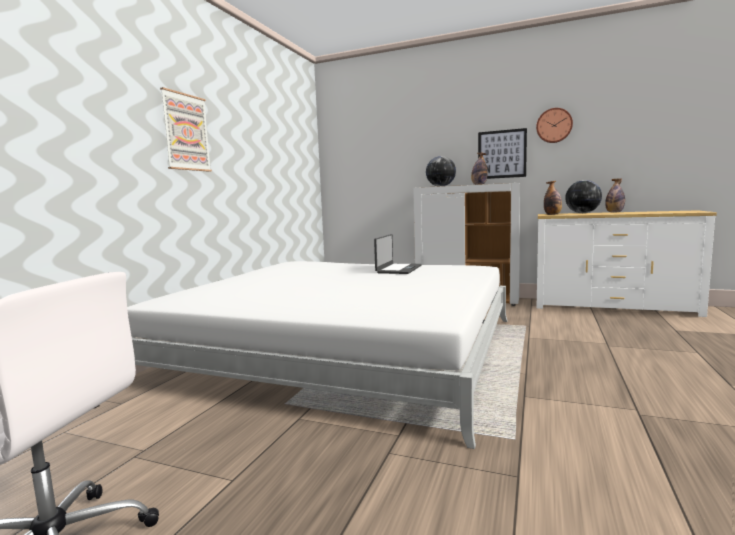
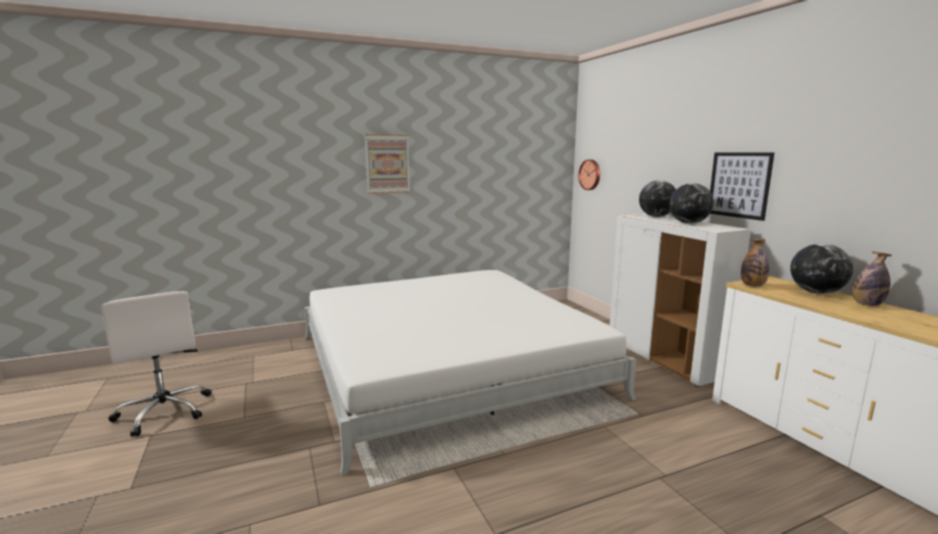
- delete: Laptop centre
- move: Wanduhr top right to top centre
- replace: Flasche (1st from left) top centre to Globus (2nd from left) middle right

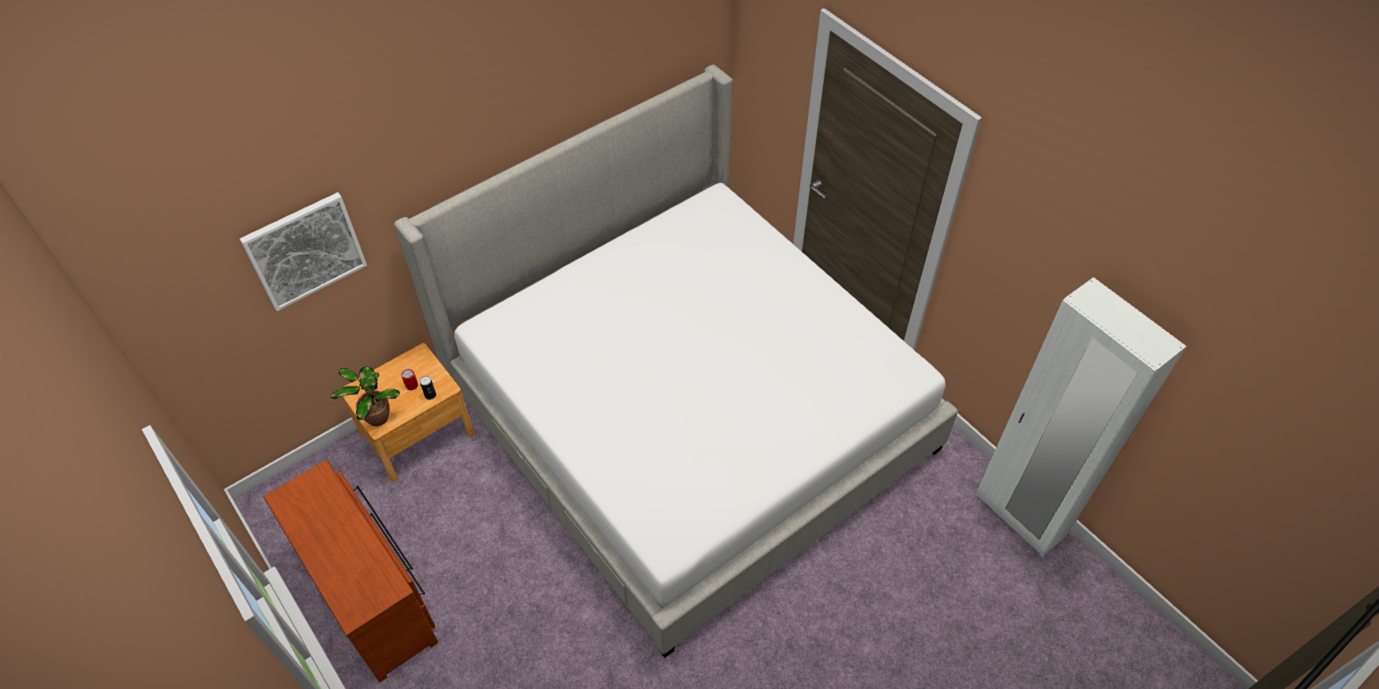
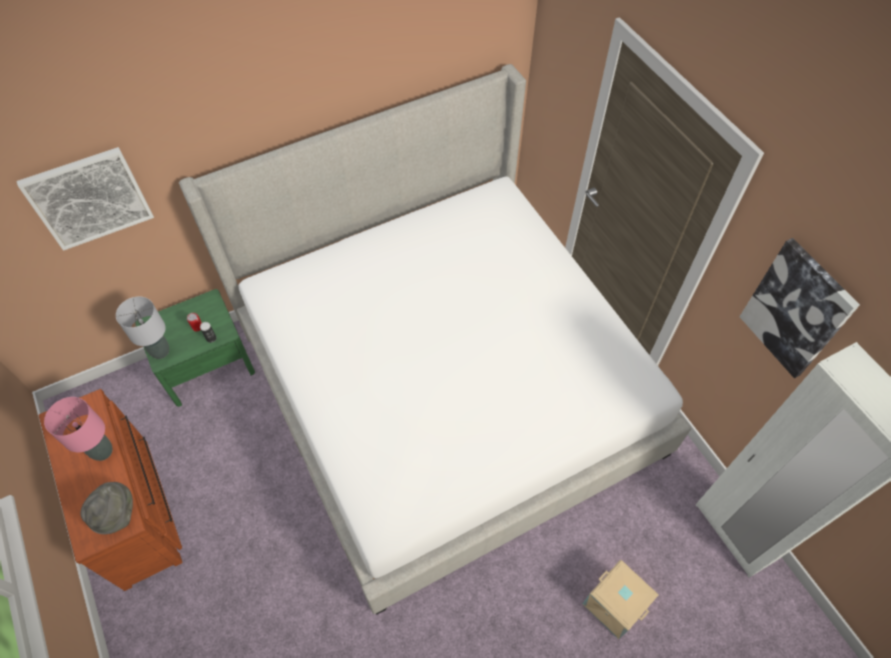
- insert: Tischlampe/rosa middle left
- insert: Hut/grau bottom left
- insert: Aufbewahrungsbox/beige bottom right
- insert: Bild (2nd from left) middle right
- replace: Topfpflanze middle left to Tischlampe/grau middle left
- recolor: Nachttisch/braun middle left to Nachttisch/grün middle left

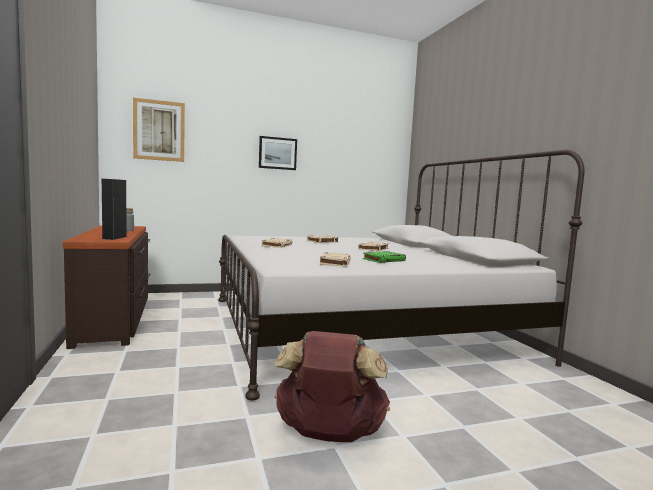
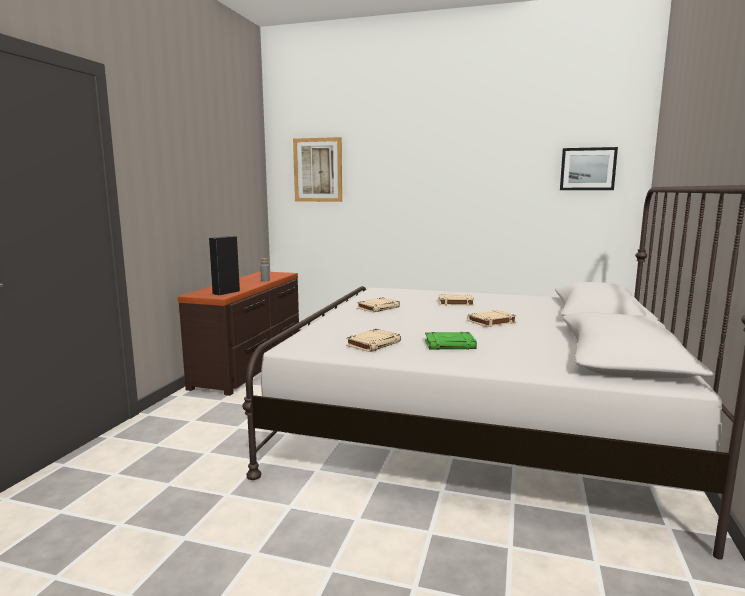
- delete: Rucksack/braun bottom centre
- move: Bild (2nd from left) top centre to top right

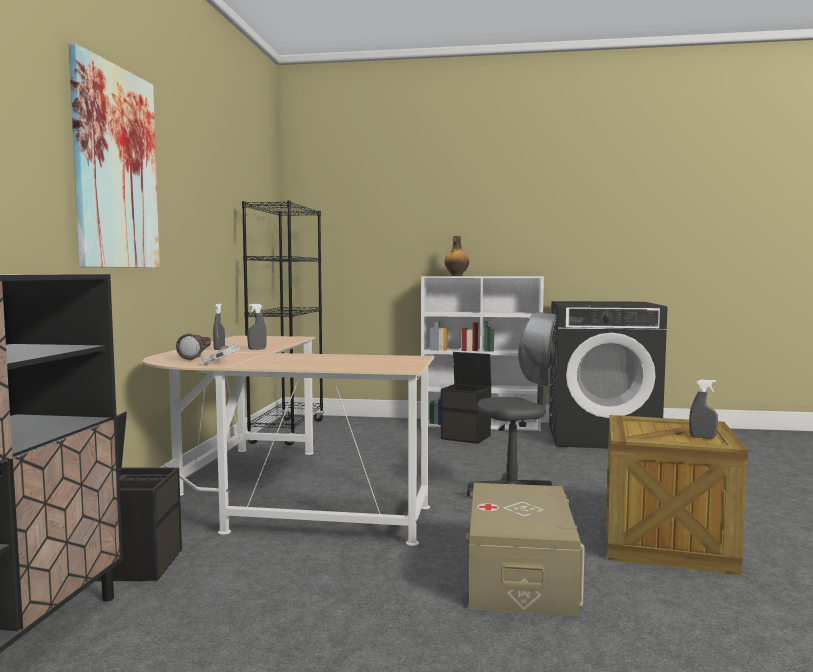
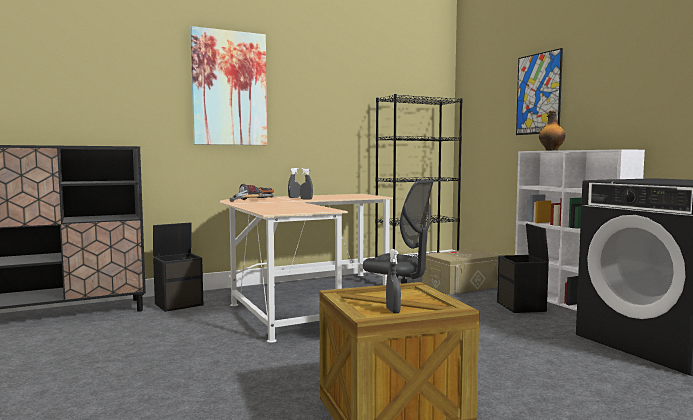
- insert: Bild (2nd from left) top right
- move: Aufbewahrungsbox/beige bottom centre to centre

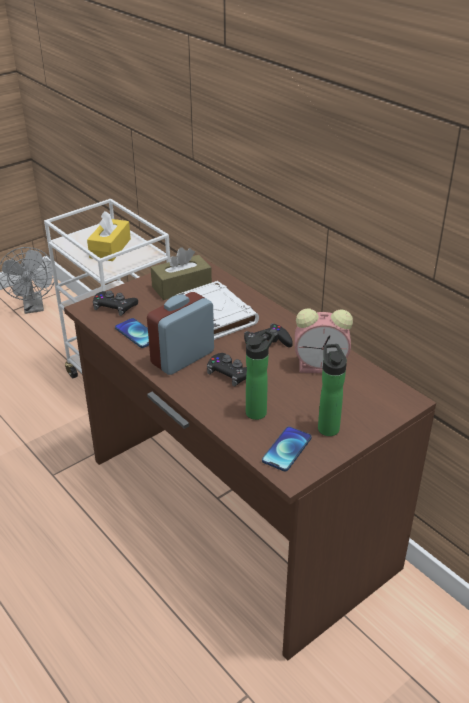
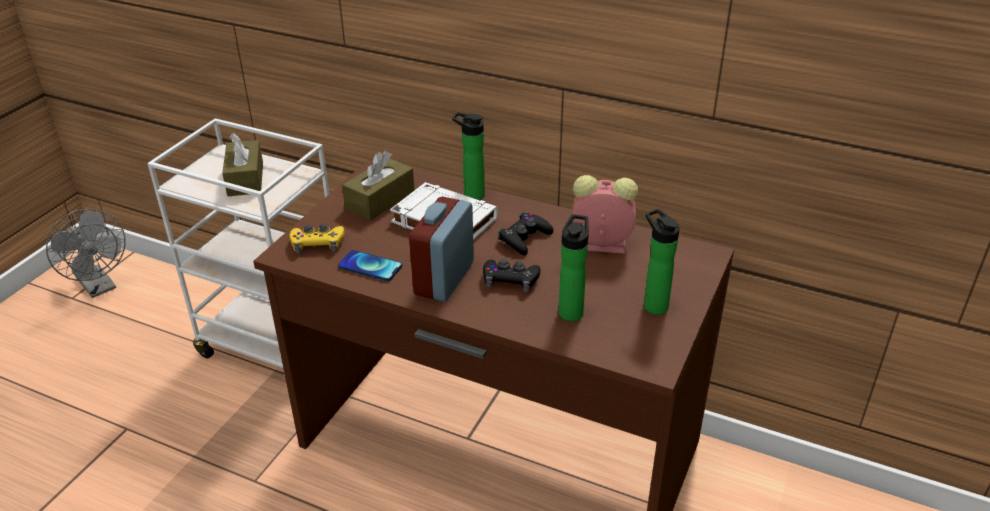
- delete: Handy (2nd from left) centre
- insert: Flasche (1st from left) top centre
- recolor: Taschentuchbox/gelb middle left to Taschentuchbox/braun (1st from left) top left
- recolor: Gamepad/schwarz (1st from left) middle left to Gamepad/gelb middle left
- rotate: Wecker (2nd from left) middle right = centre 150 degrees counterclockwise

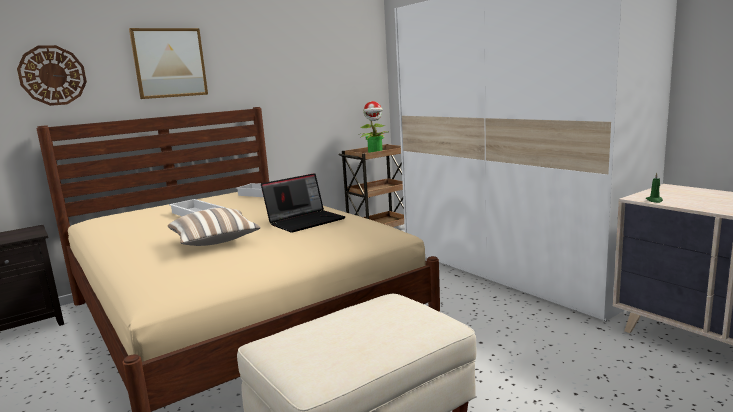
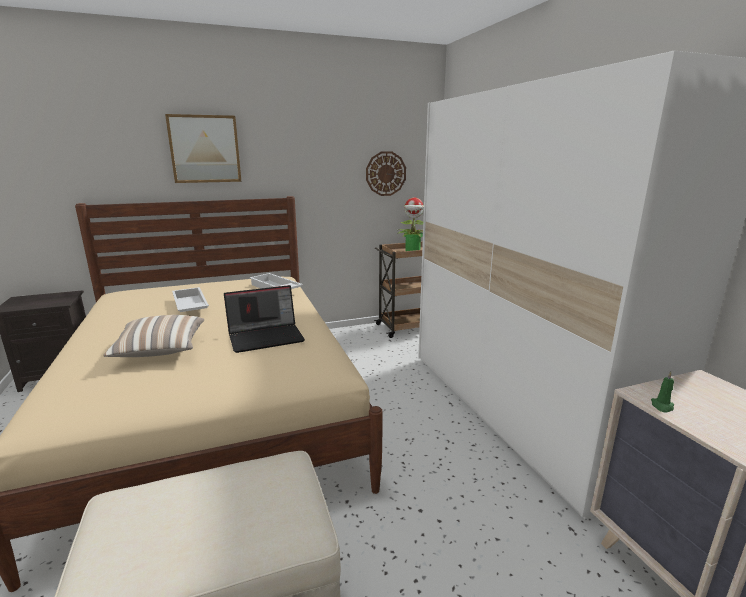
- move: Wanduhr top left to top centre

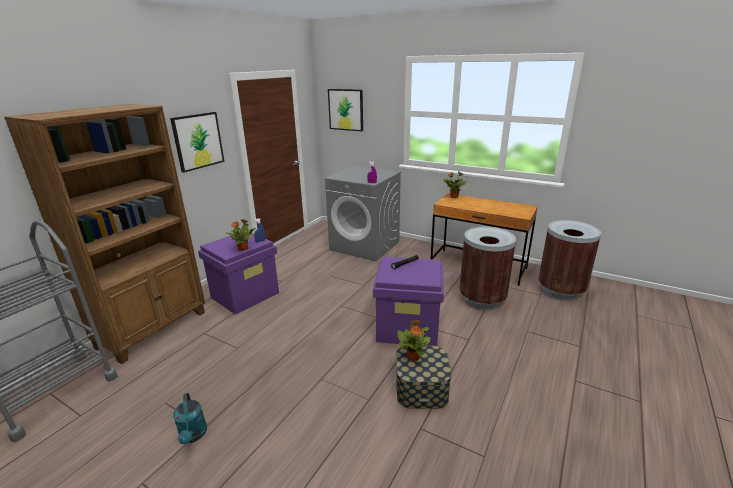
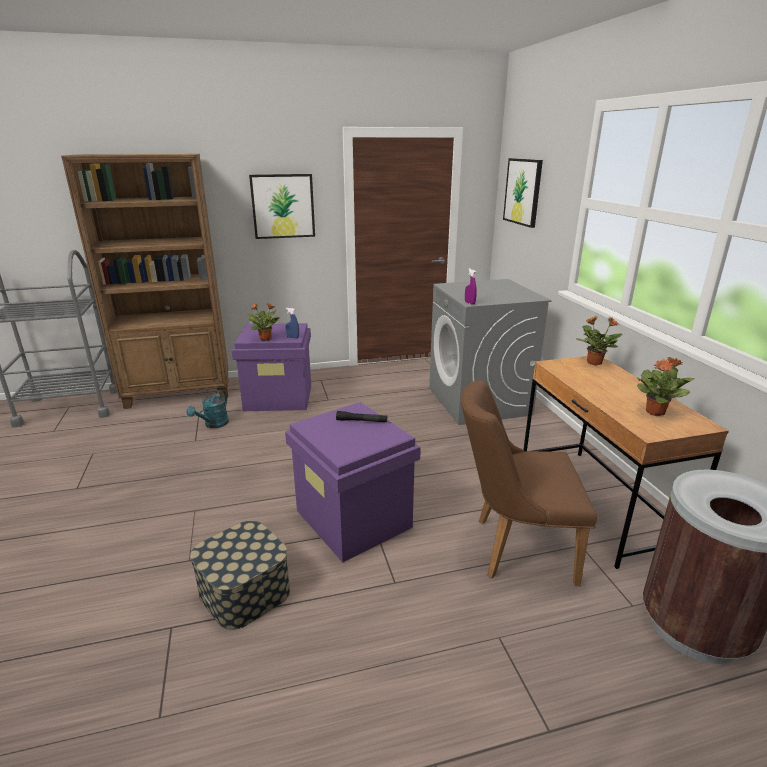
- move: Gießkanne/türkis bottom left to middle left
- move: Topfpflanze (2nd from left in the first image) bottom centre to Topfpflanze (3rd from left) middle right
- replace: Mülleimer/braun (1st from left) centre to Stuhl/braun middle right

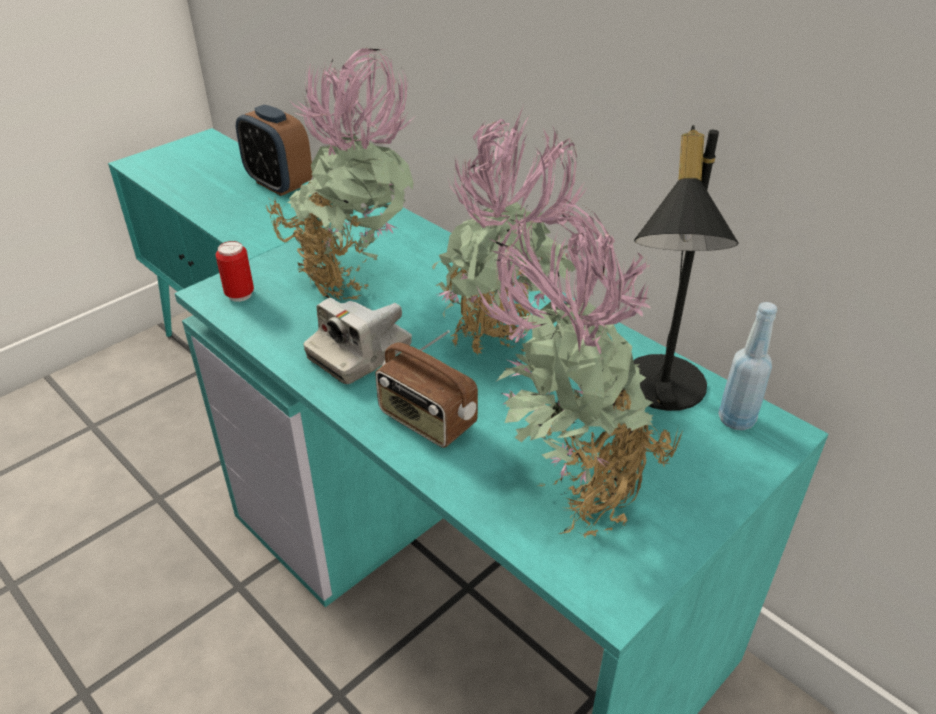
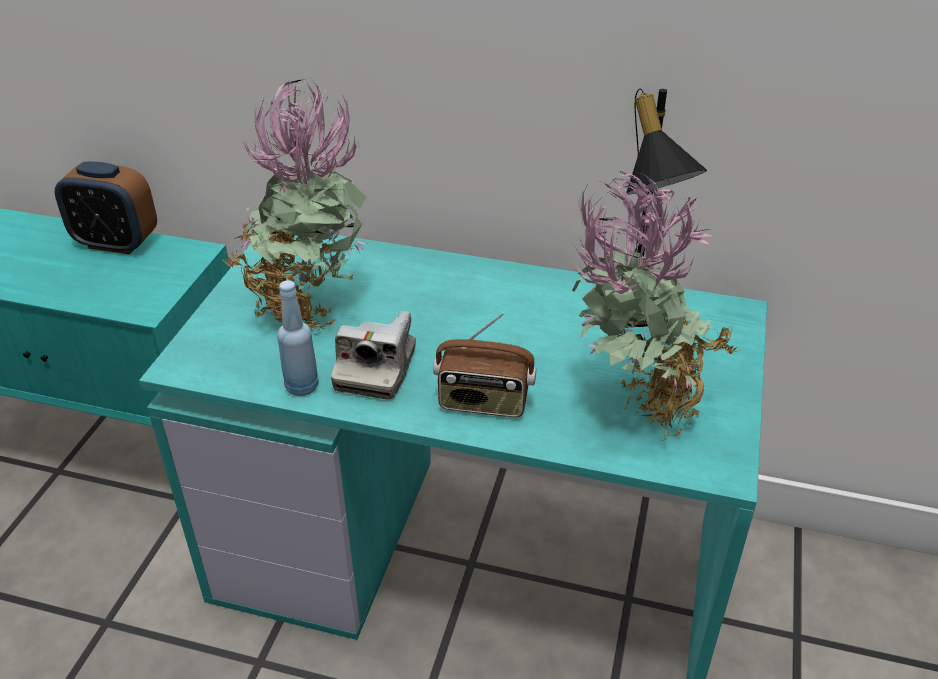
- delete: Dose middle left
- delete: Topfpflanze (2nd from left) top centre
- move: Flasche/blau middle right to middle left

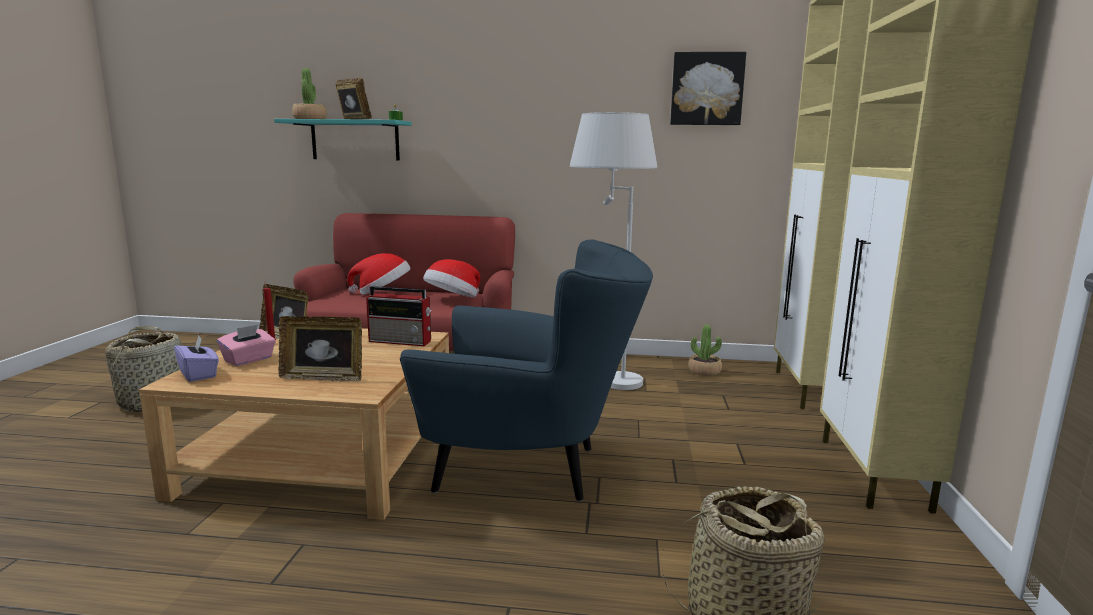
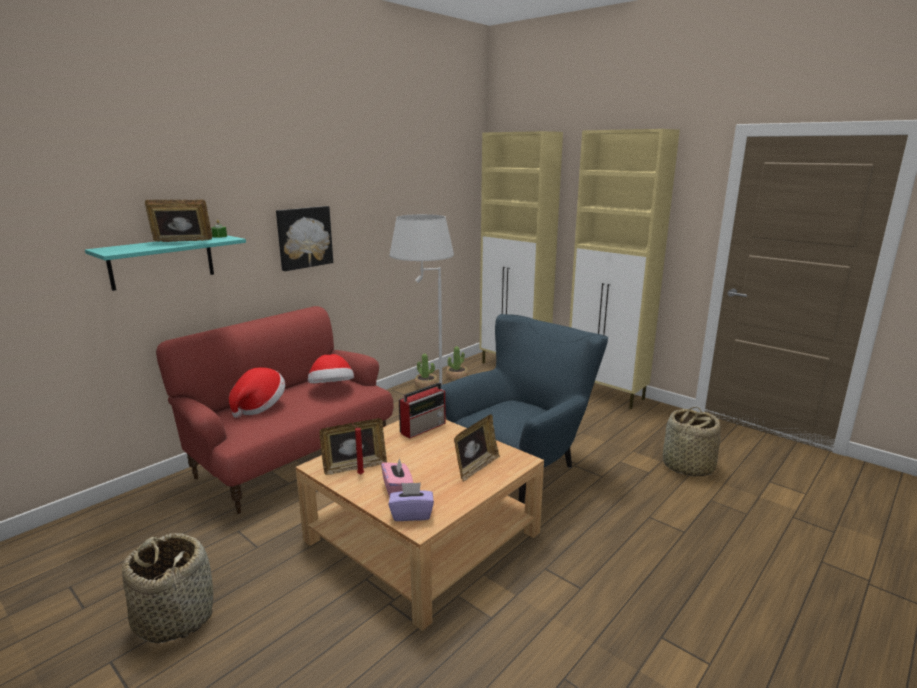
- move: Topfpflanze (1st from left) top left to centre
- move: Bild top centre to middle left

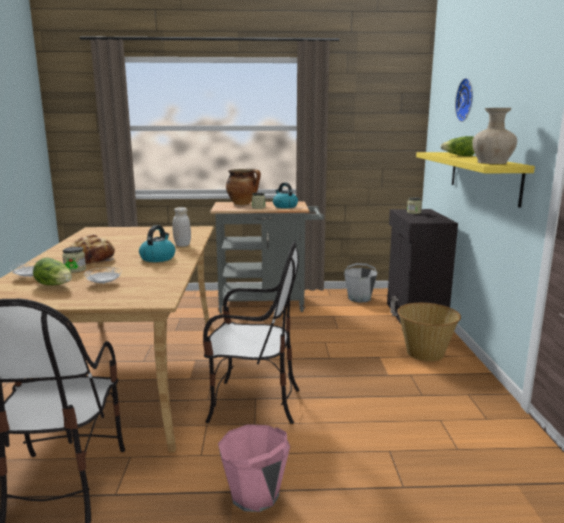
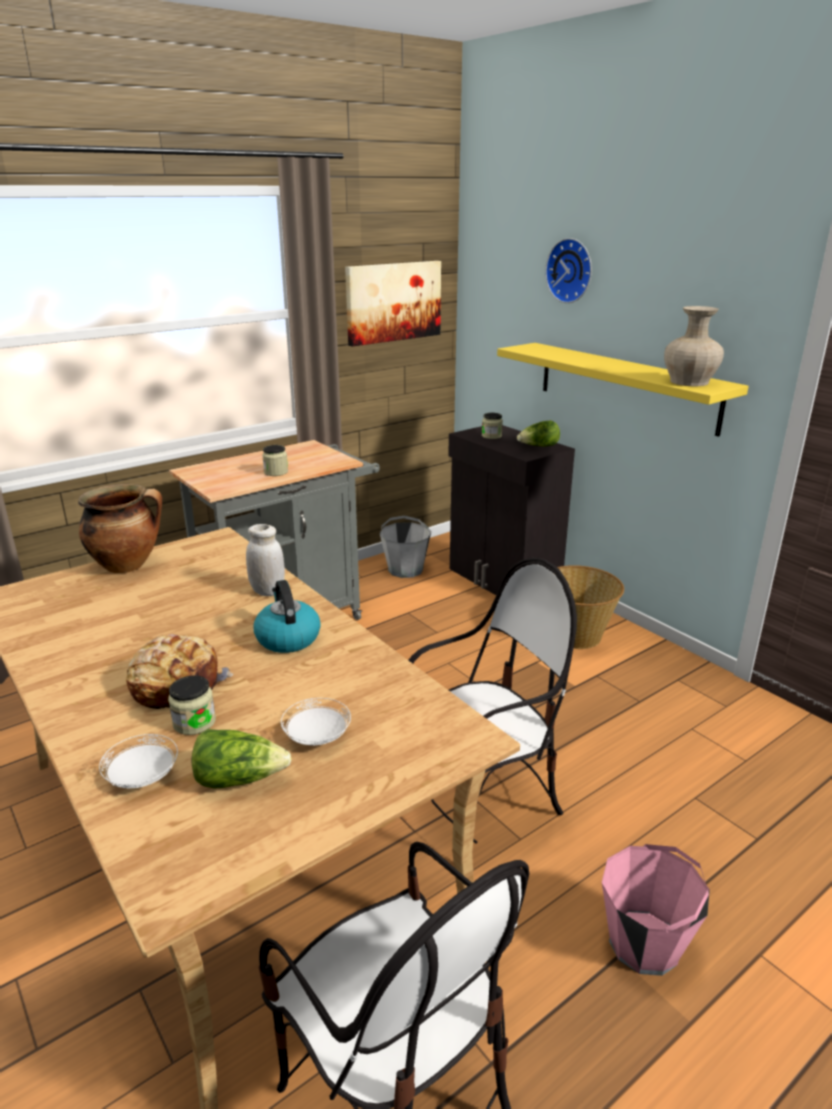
- delete: Wasserkessel (2nd from left) centre
- insert: Bild top centre
- move: Kochtopf centre to middle left
- move: Salatkopf (2nd from left) top right to centre

